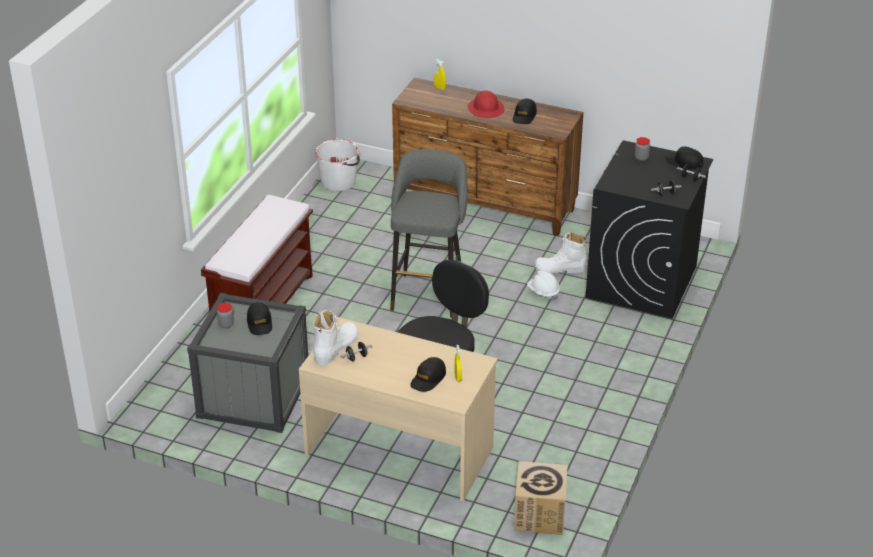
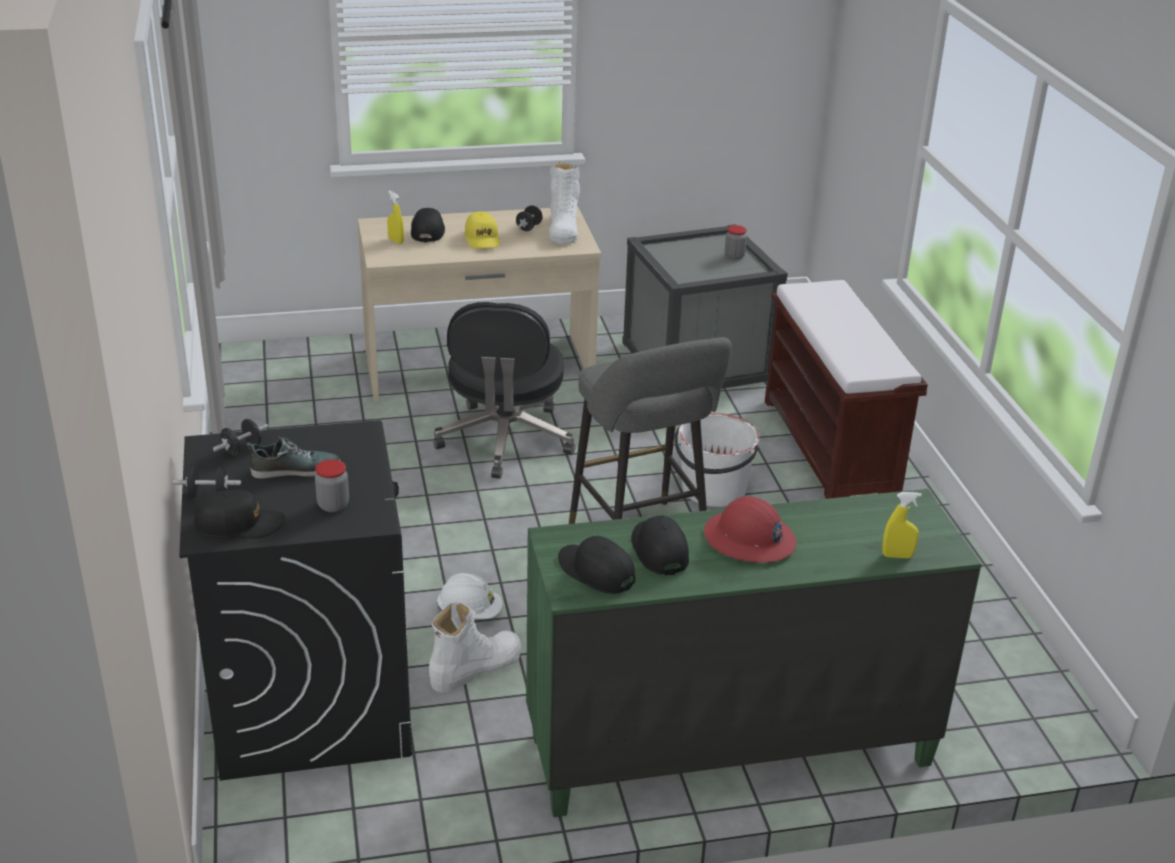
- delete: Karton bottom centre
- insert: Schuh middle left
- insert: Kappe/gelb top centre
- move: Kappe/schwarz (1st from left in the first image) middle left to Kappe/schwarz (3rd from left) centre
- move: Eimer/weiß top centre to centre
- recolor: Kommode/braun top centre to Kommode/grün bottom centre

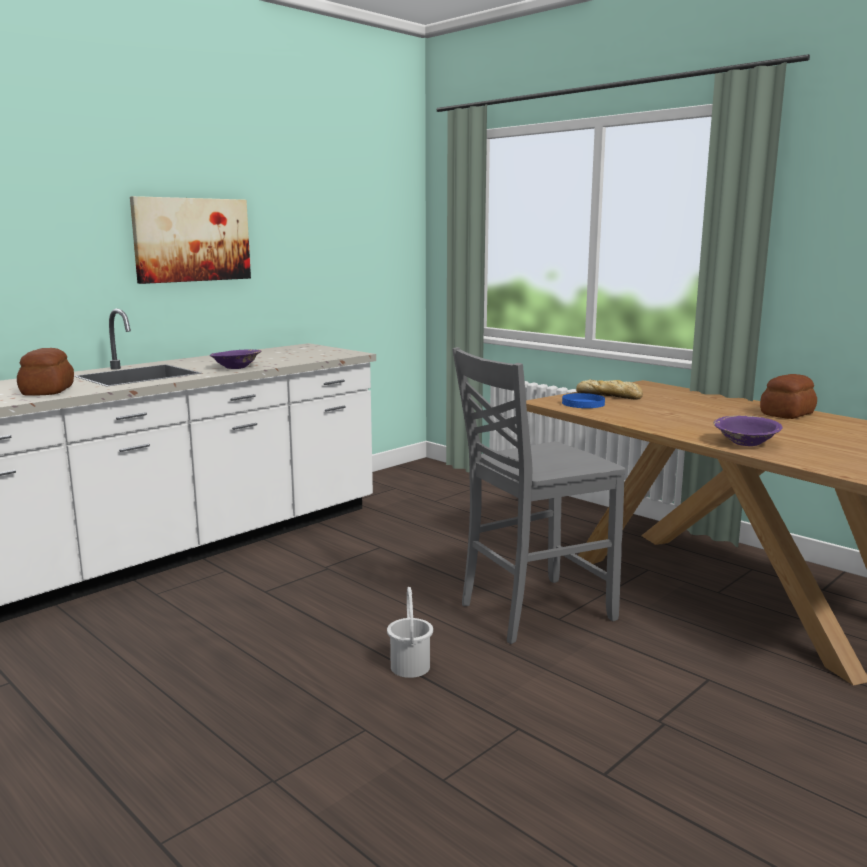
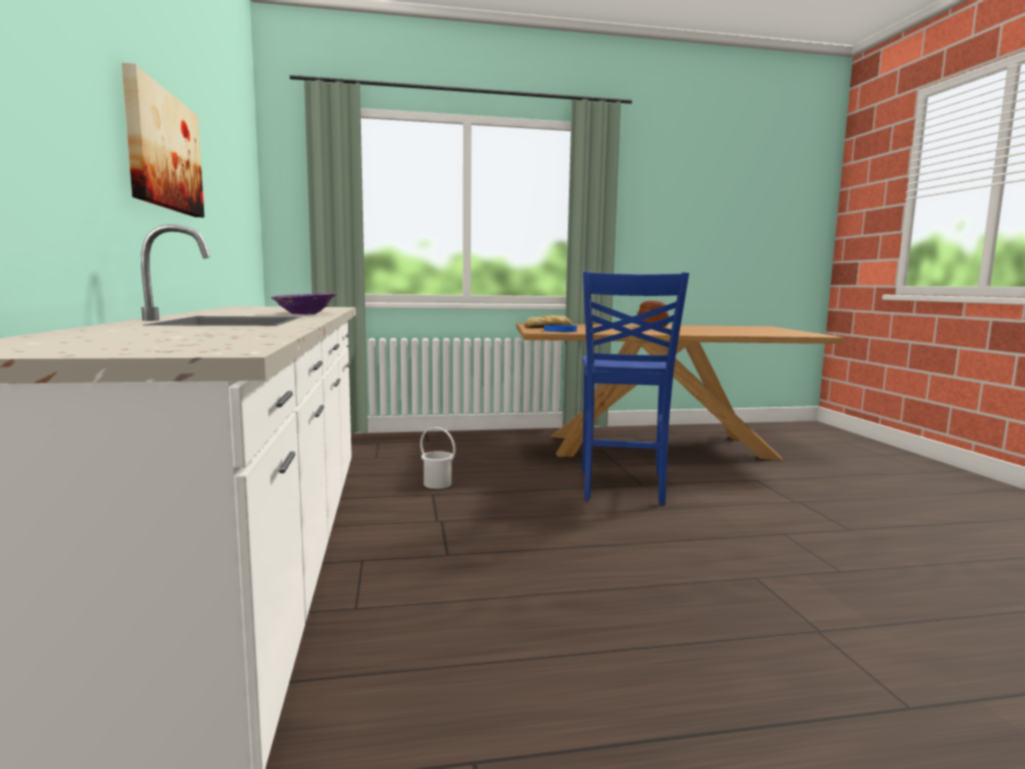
- delete: Brot (1st from left) middle left
- delete: Schüssel/lila (2nd from left) middle right
- move: Eimer/weiß bottom centre to centre
- recolor: Stuhl/grau centre to Stuhl/blau centre

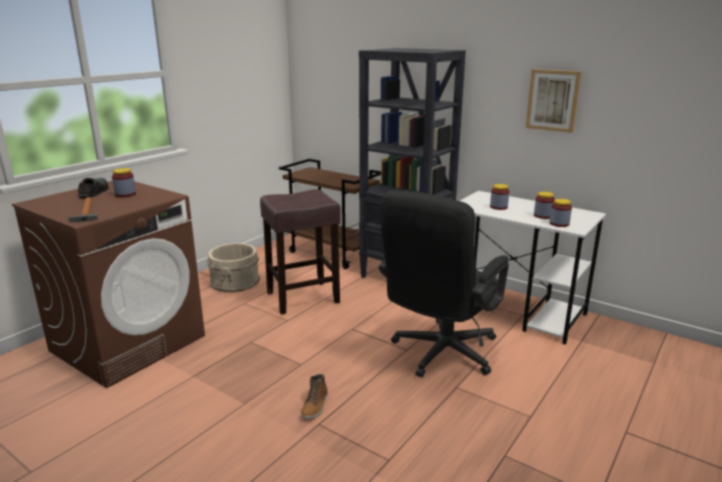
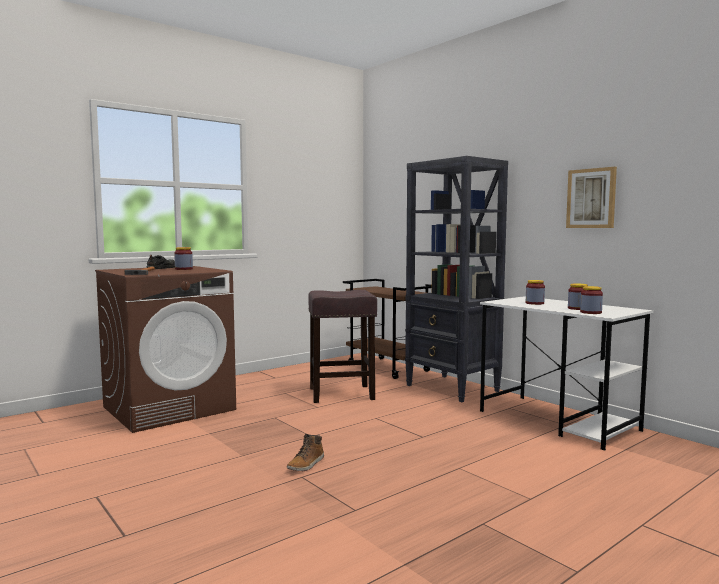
- delete: Eimer/beige middle left
- delete: Bürostuhl/schwarz centre

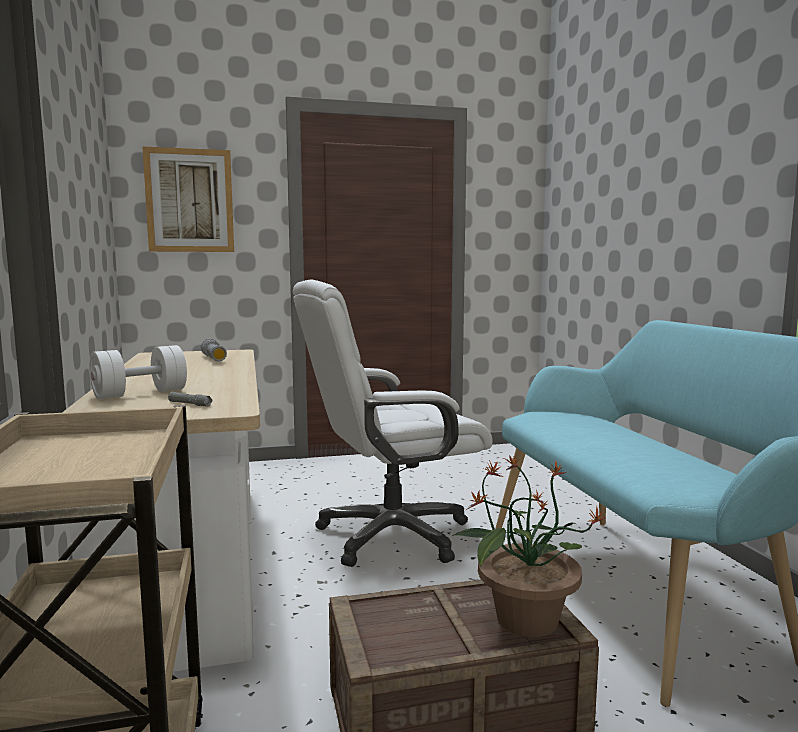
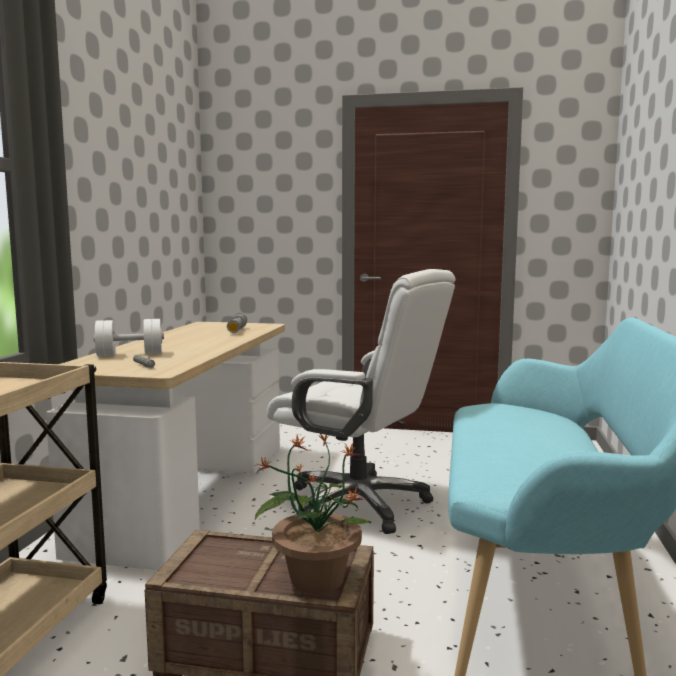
- delete: Bild top left
- rotate: Bürostuhl/weiß centre = centre 150 degrees counterclockwise

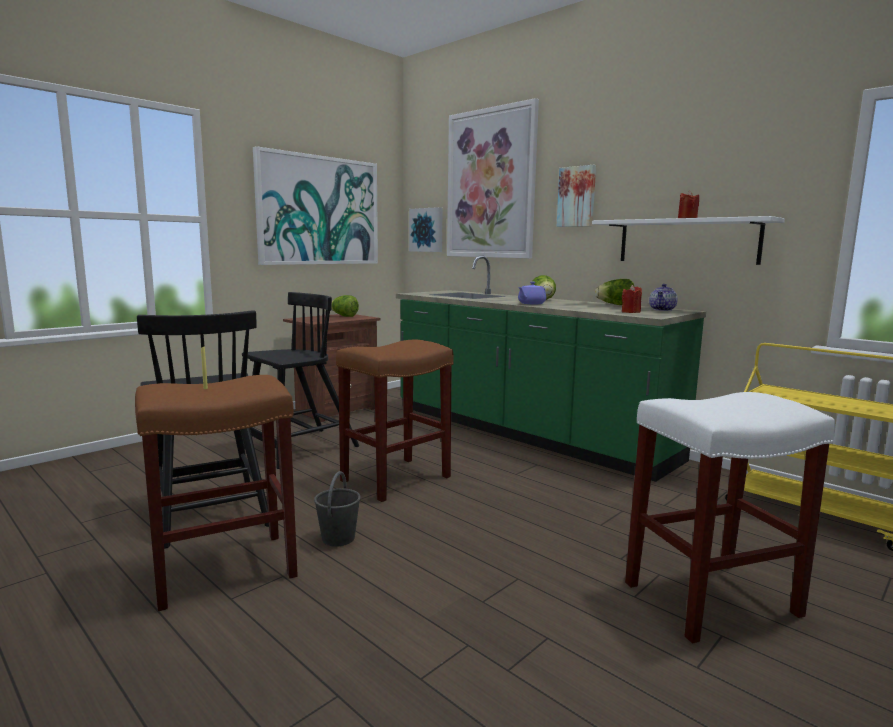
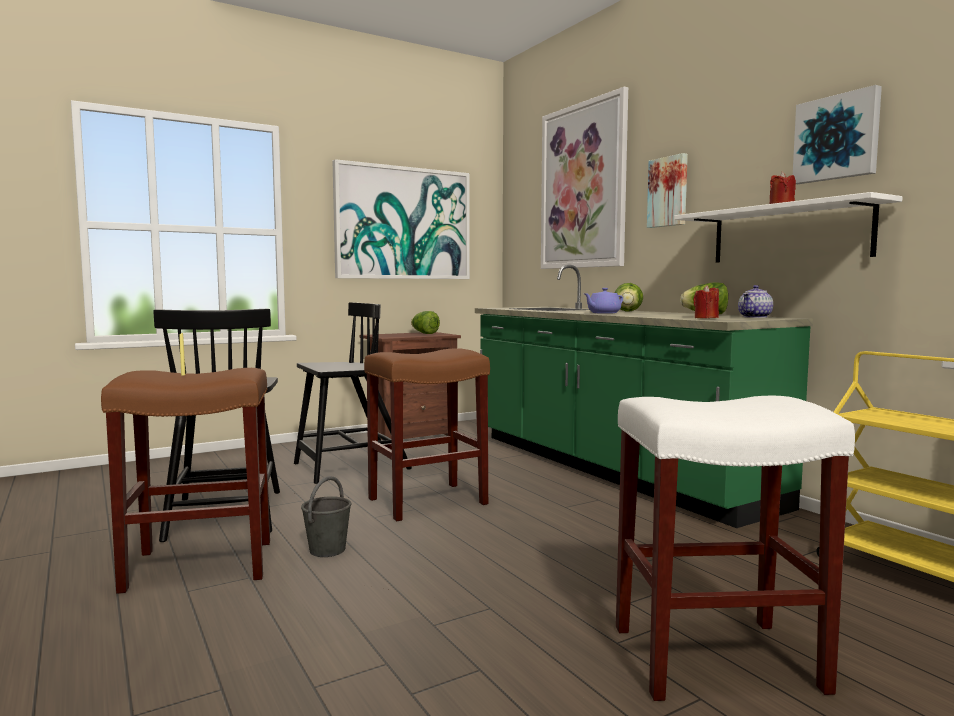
- move: Bild (2nd from left in the first image) top centre to Bild (4th from left) top right

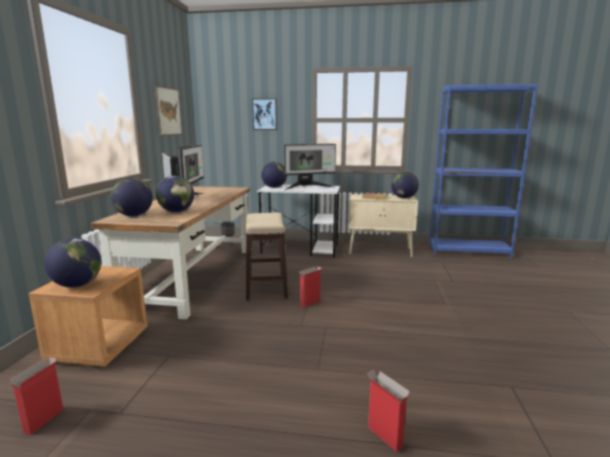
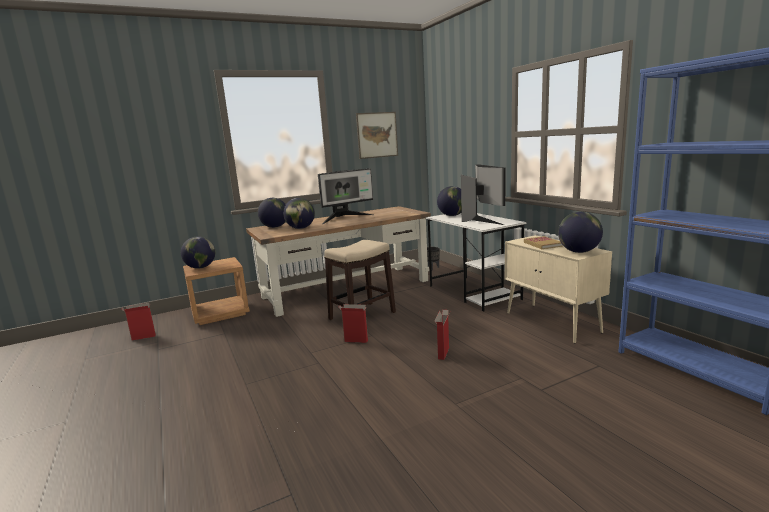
- delete: Bild (2nd from left) top centre
- move: Karton (3rd from left) bottom centre to centre
- rotate: Monitor (2nd from left) centre = centre 135 degrees counterclockwise

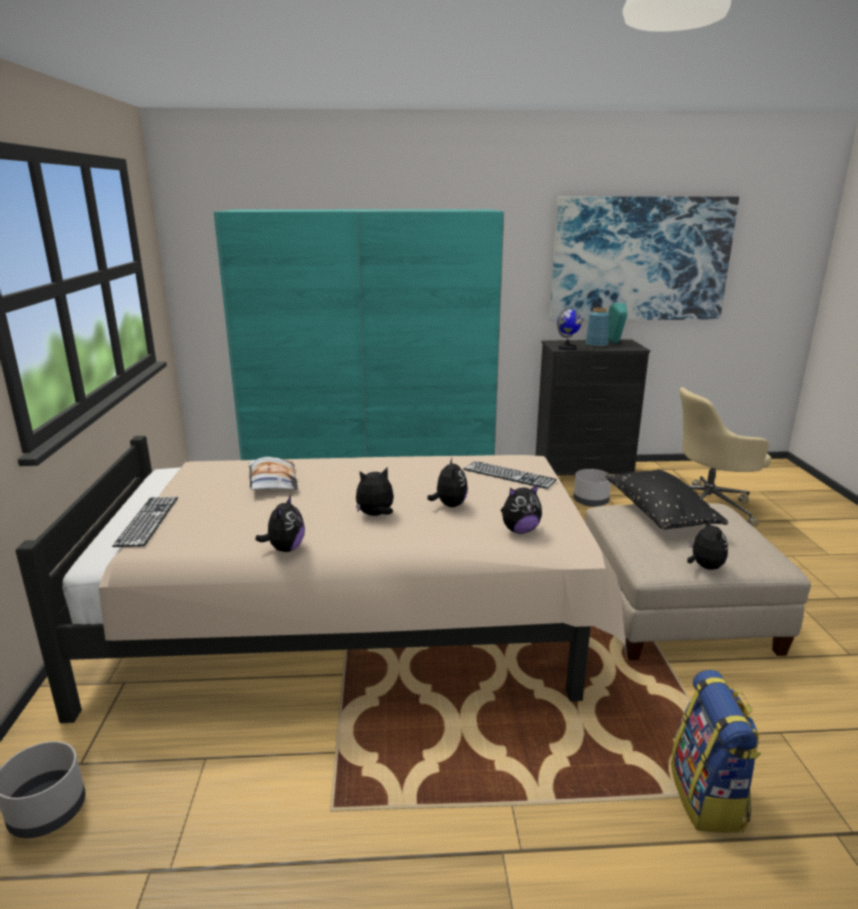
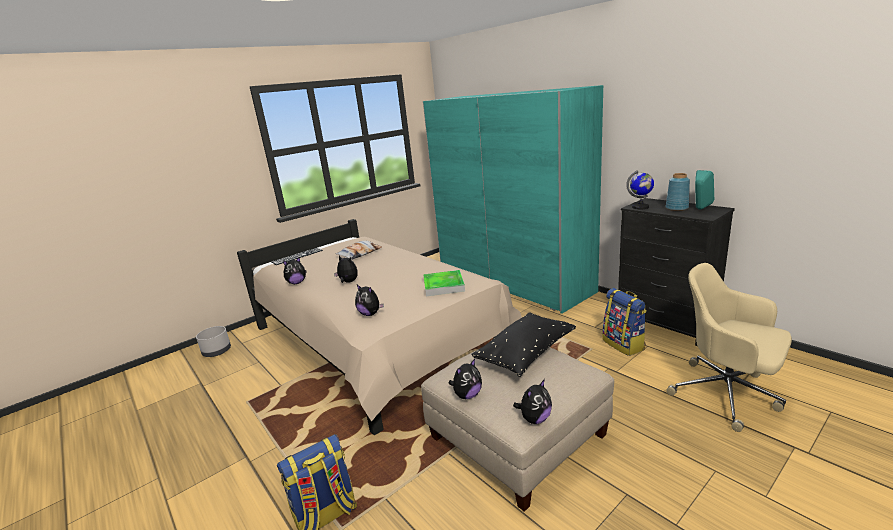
- delete: Bild top right
- move: Plüschtier (3rd from left in the first image) centre to Plüschtier (5th from left) bottom centre
- replace: Tastatur (2nd from left) centre to Tablett centre
- replace: Pflanzkübel/grau (2nd from left) middle right to Rucksack (2nd from left) middle right

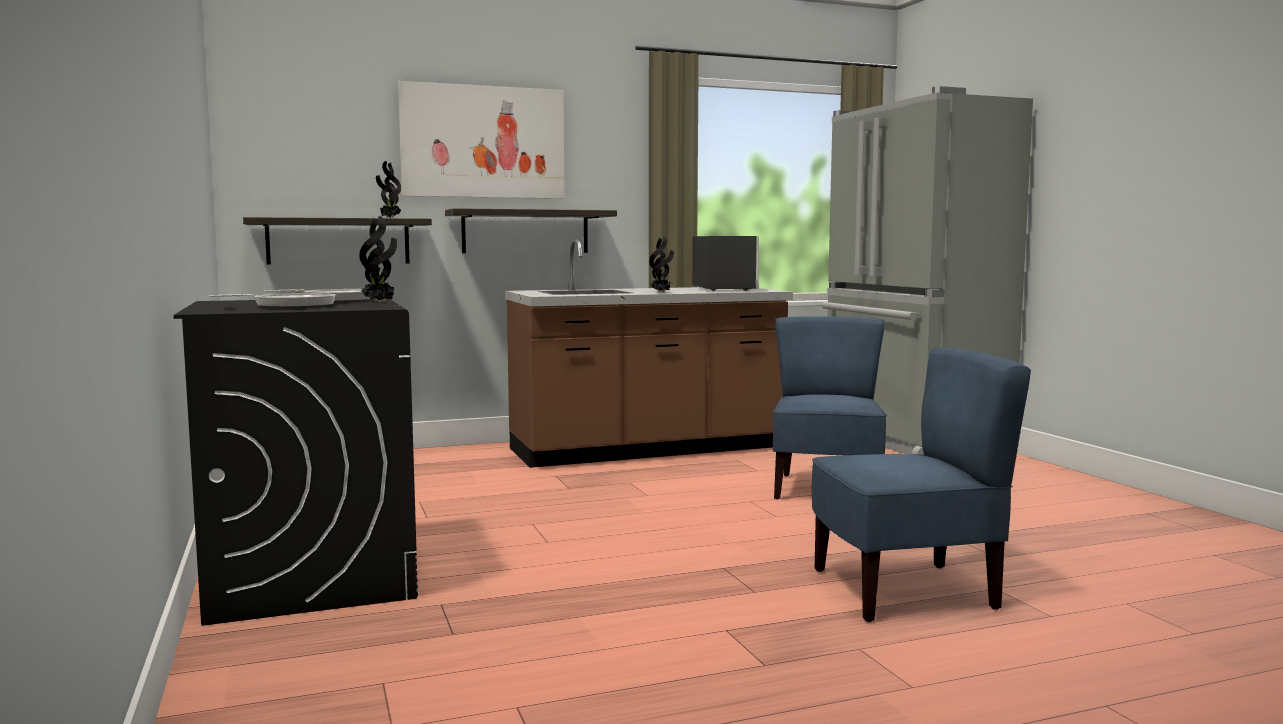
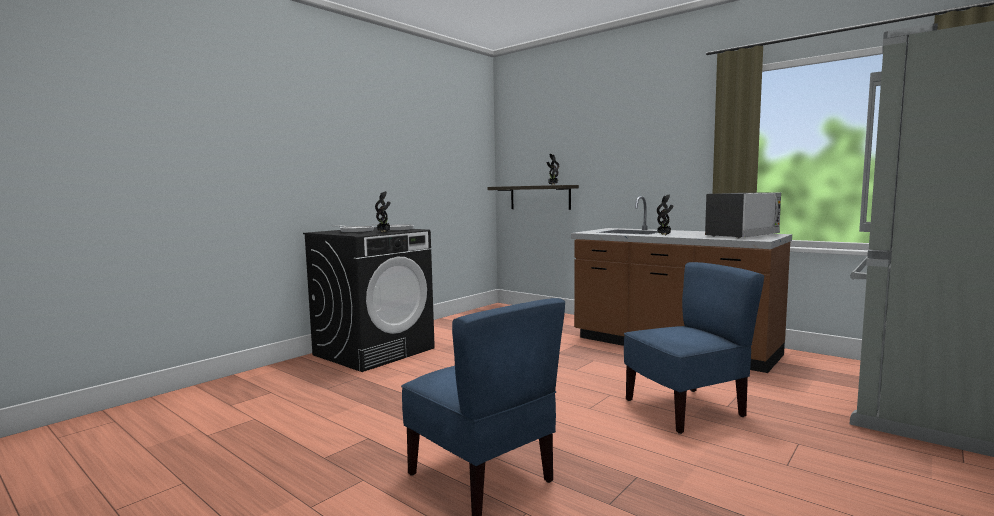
- delete: Bild top centre
- delete: Wandregal (2nd from left) top centre

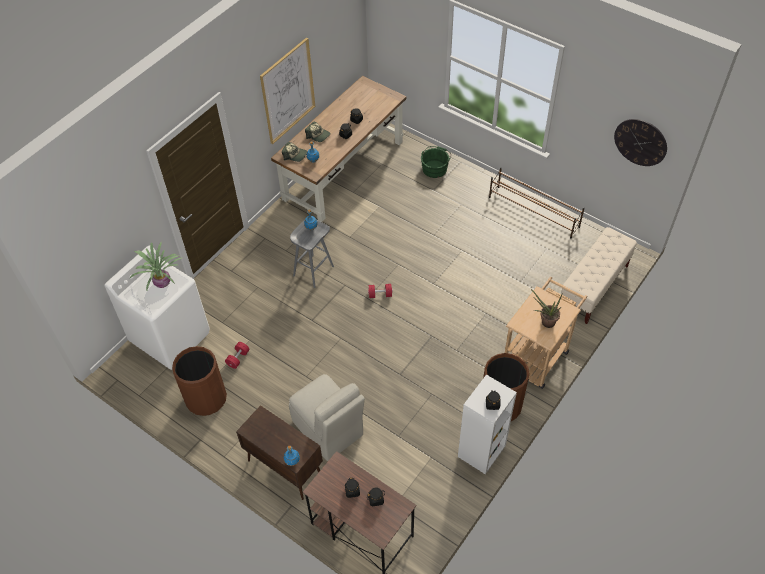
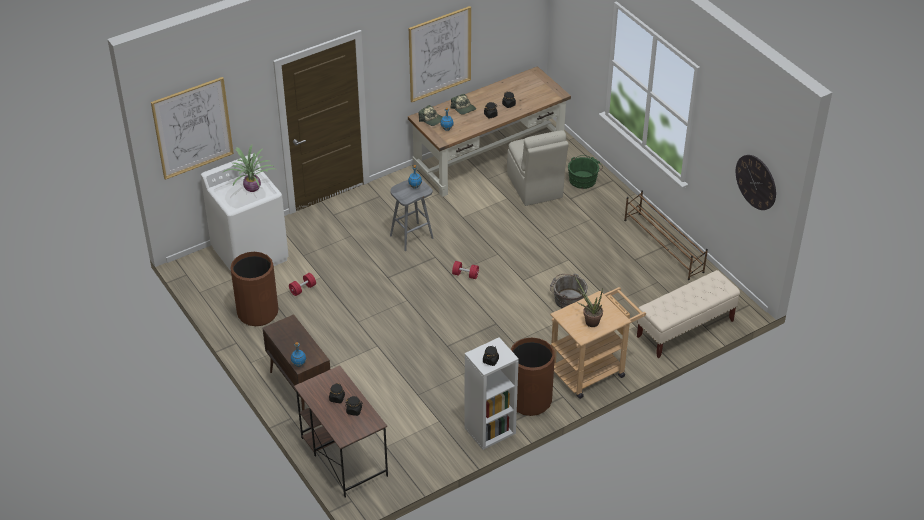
- insert: Bild (1st from left) top left
- insert: Eimer/grau centre
- move: Stuhl/beige bottom centre to top centre

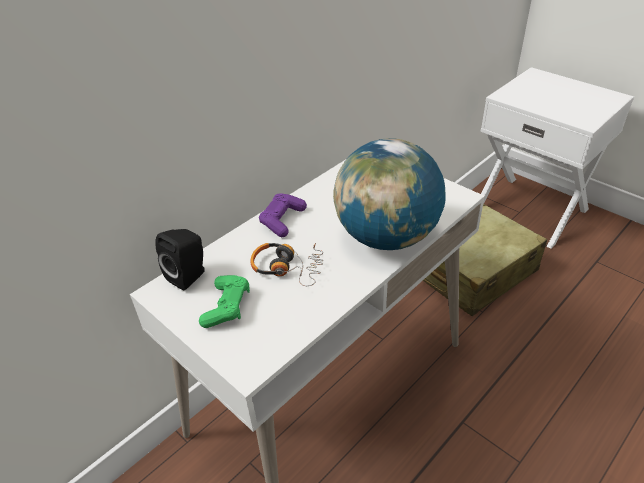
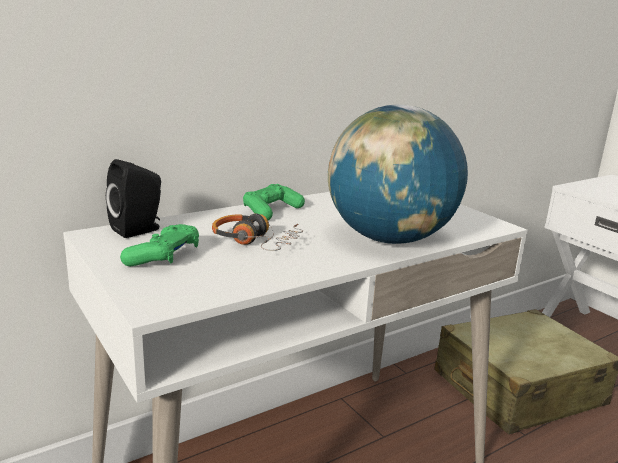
- recolor: Gamepad/lila centre to Gamepad/grün (2nd from left) centre

